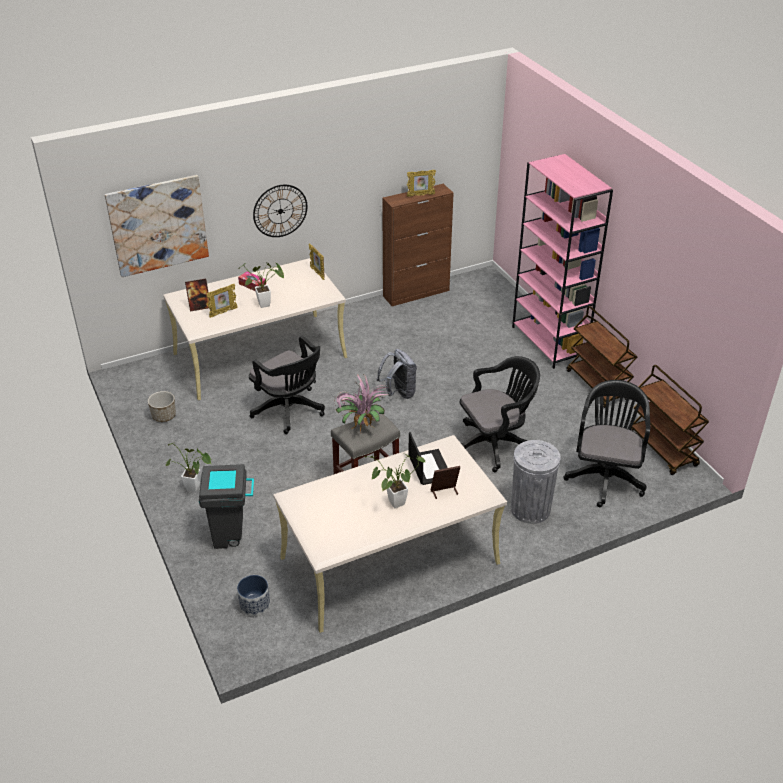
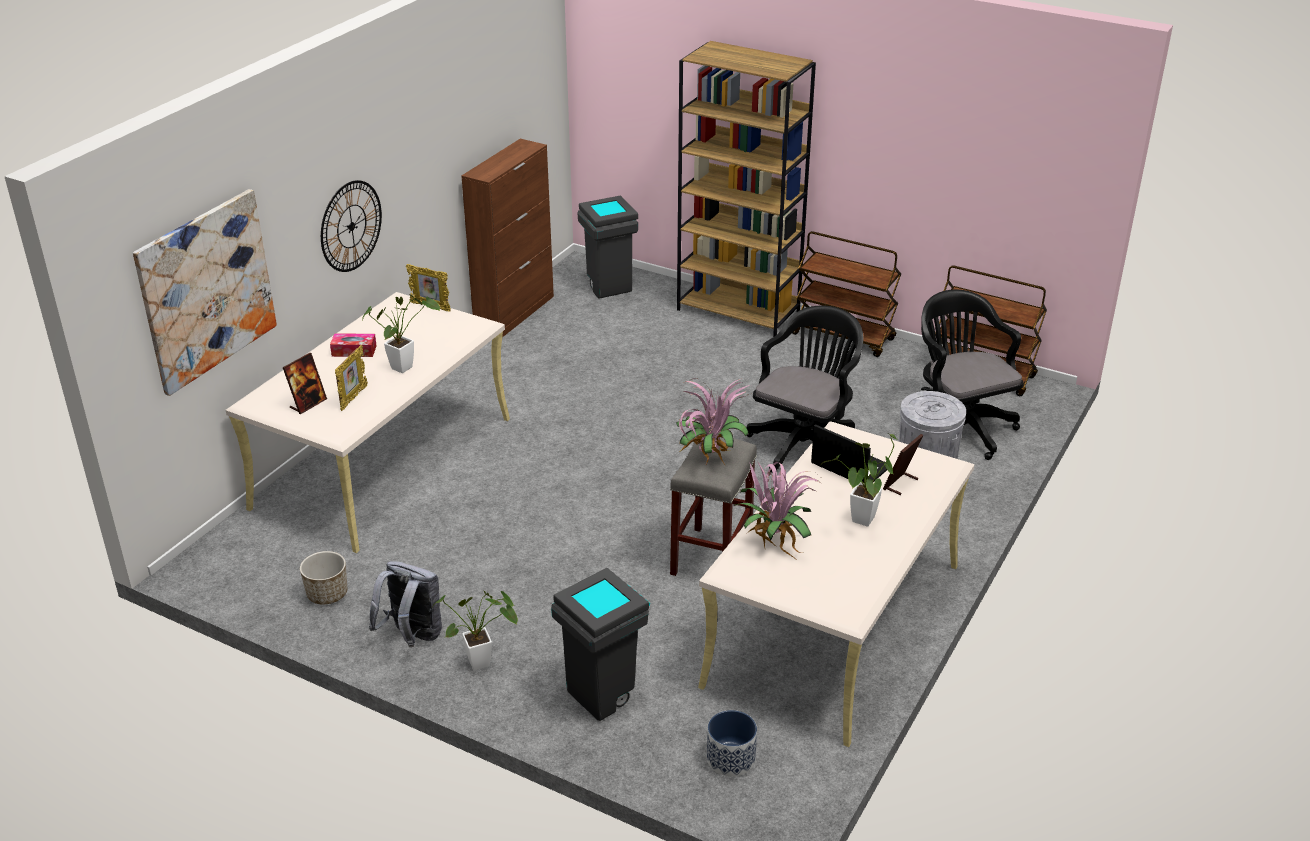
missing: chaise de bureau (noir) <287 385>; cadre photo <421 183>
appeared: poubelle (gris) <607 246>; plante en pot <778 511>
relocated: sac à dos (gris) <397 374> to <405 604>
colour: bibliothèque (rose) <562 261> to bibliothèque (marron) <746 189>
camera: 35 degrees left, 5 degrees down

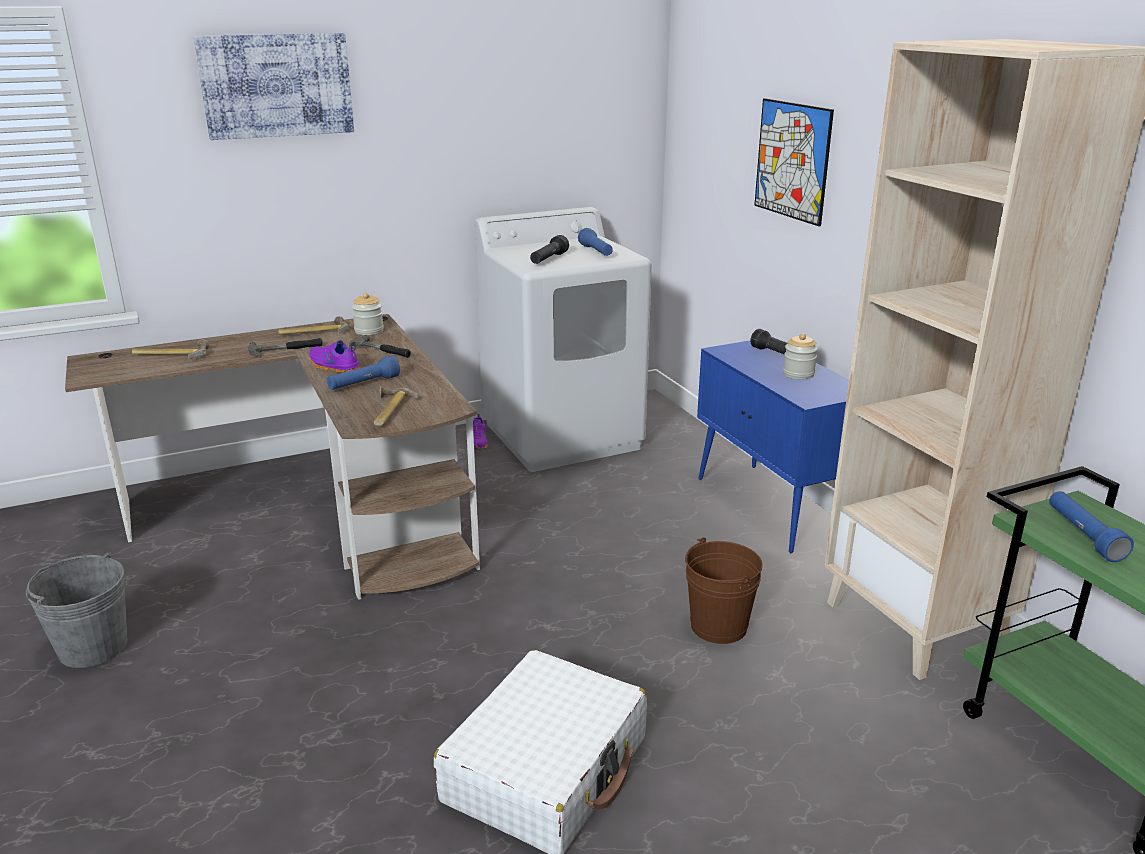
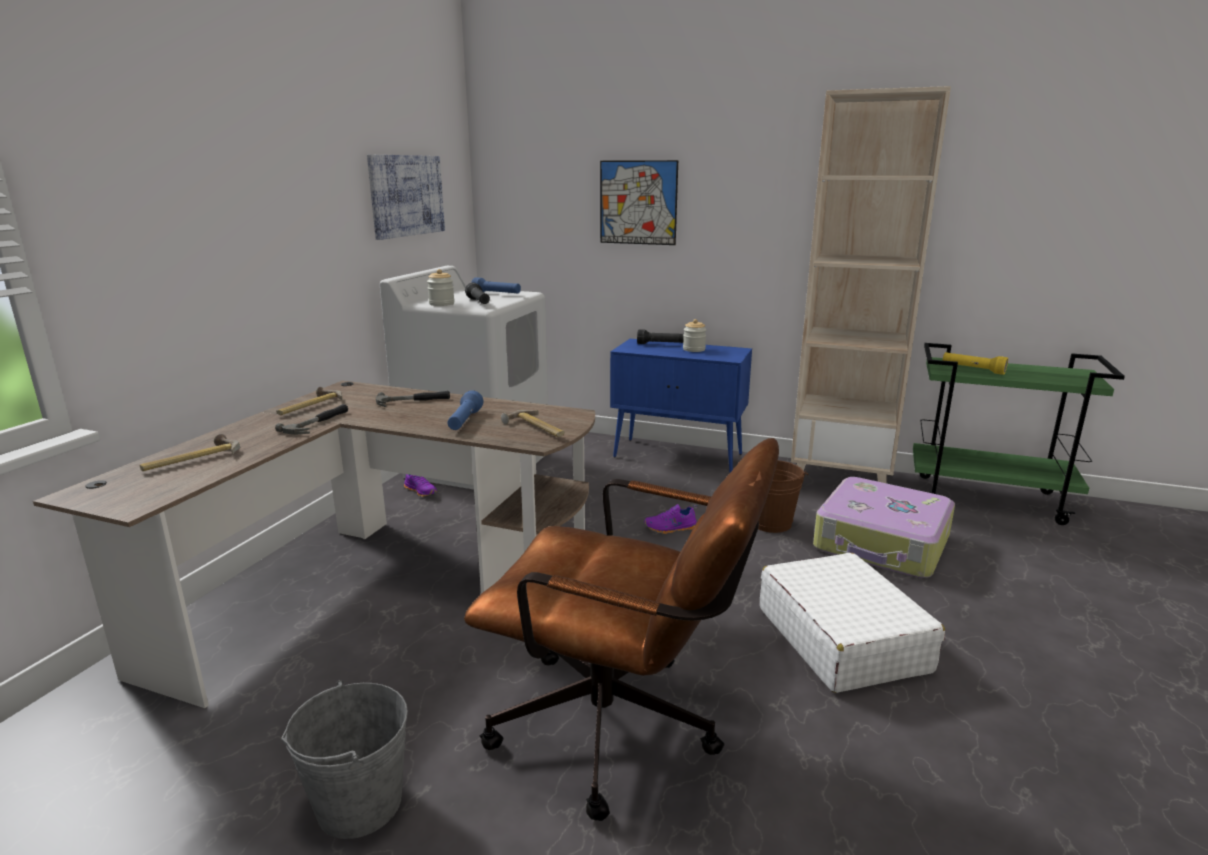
appeared: chaise de bureau (marron) <621 629>; valise <884 527>
relocated: tableau <273 86> to <406 197>; bocal <368 314> to <441 287>; chaussure (violet) <335 356> to <670 519>
colour: lampe de poche (bleu) <1091 526> to lampe de poche (jaune) <975 363>
camera: 45 degrees left, 5 degrees down

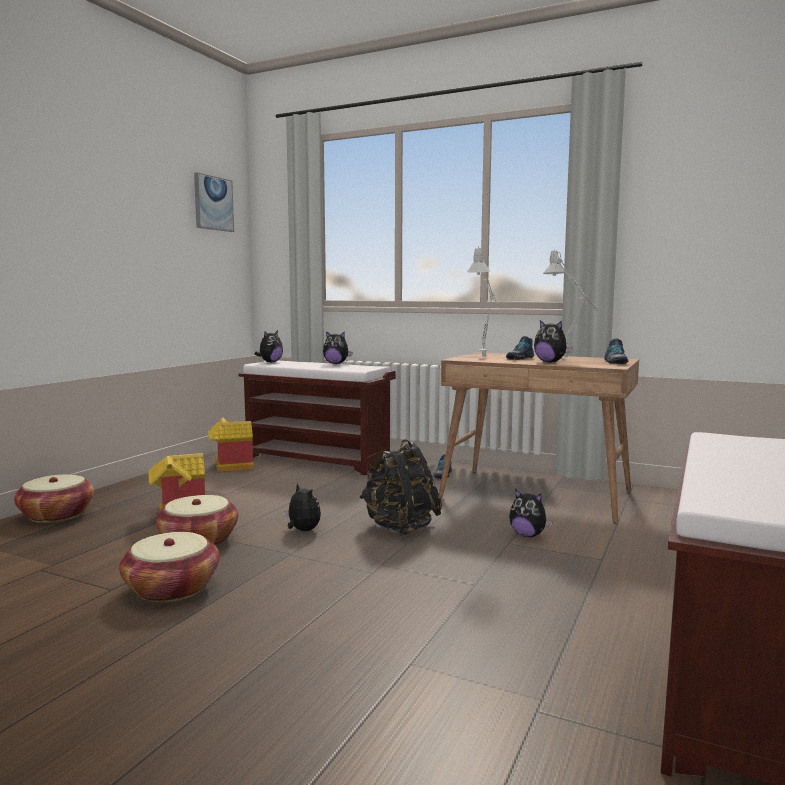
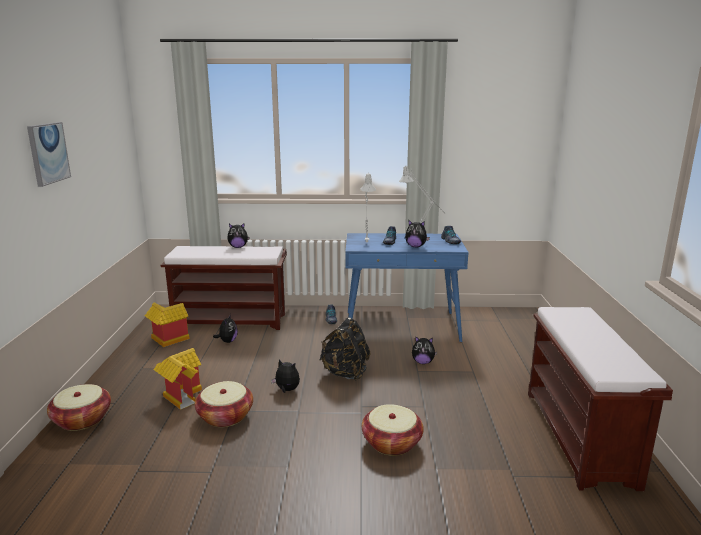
relocated: tableau <214 202> to <49 154>; peluche <269 346> to <225 328>; panier <169 567> to <393 430>
colour: bureau (marron) <539 438> to bureau (bleu) <407 287>
camera: 25 degrees left, 10 degrees up

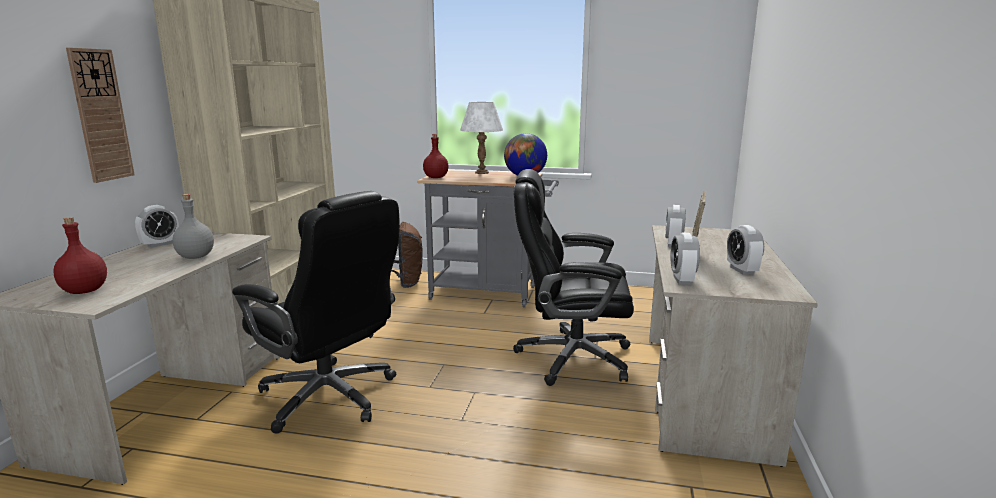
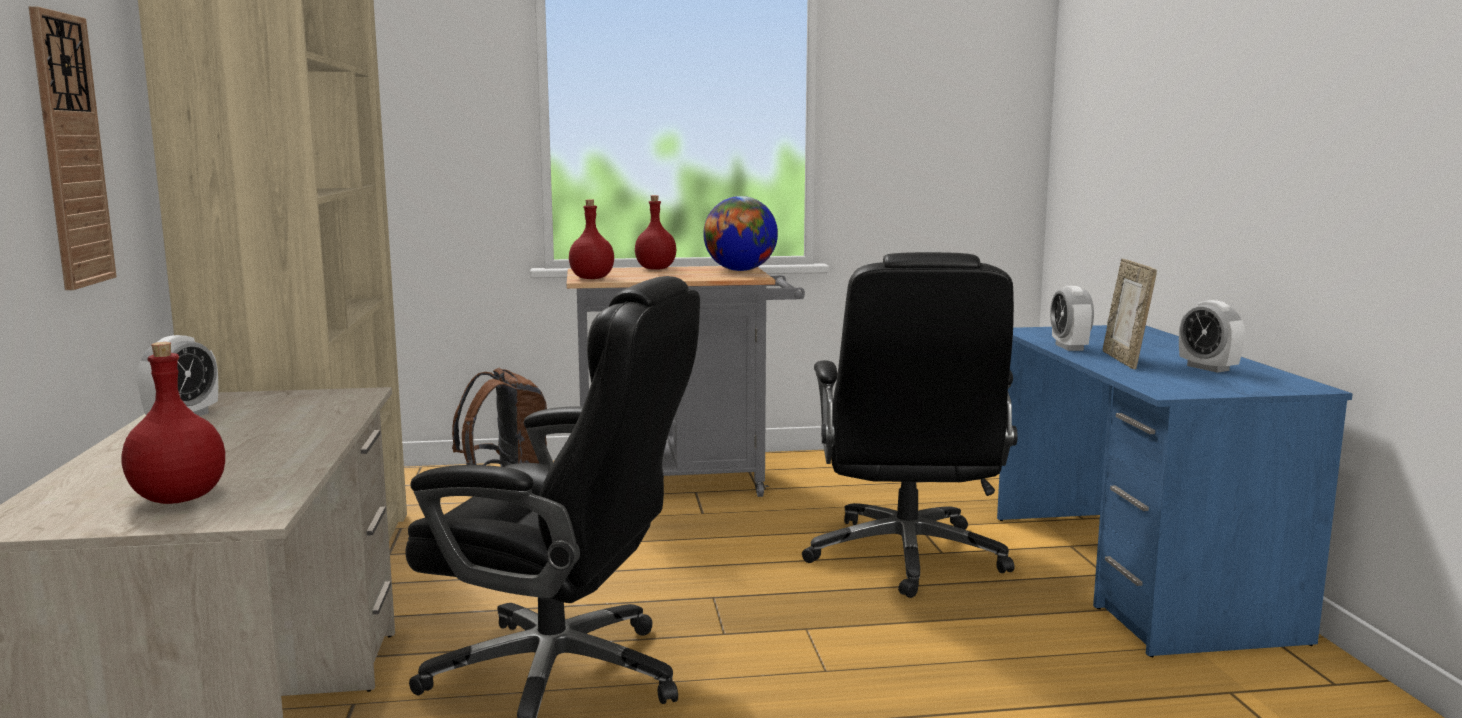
missing: bouteille (gris) <193 226>; réveil <685 259>
exchanged: lampe de table (blanc) <481 138> to bouteille (rouge) <655 232>
colour: bureau (beige) <733 346> to bureau (bleu) <1175 491>
spun: chaise de bureau (noir) <573 277> = <910 425> 75 degrees counterclockwise
camera: 20 degrees left, 5 degrees down

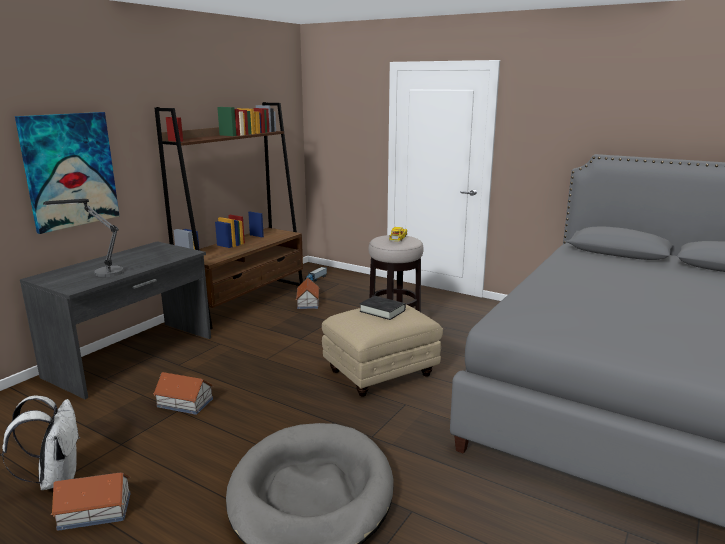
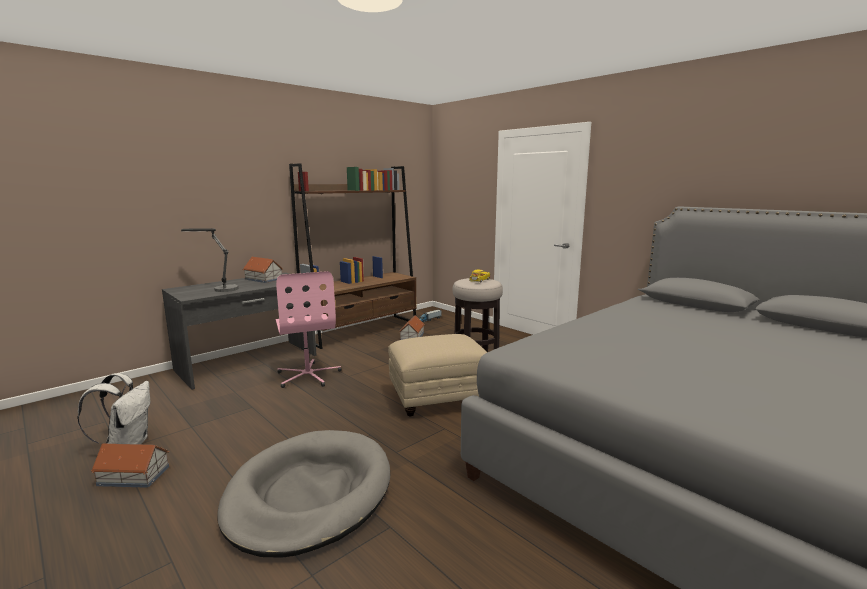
missing: tableau <67 173>; livre (noir) <382 308>
appeared: chaise de bureau (rose) <309 329>
relocated: maison miniature <183 393> to <263 270>
camera: 15 degrees right, 5 degrees down

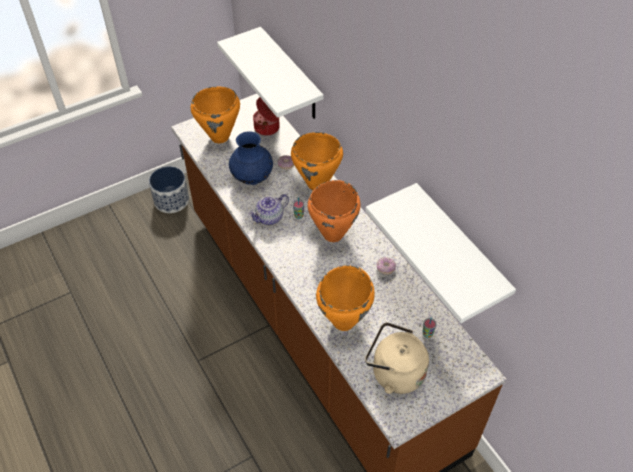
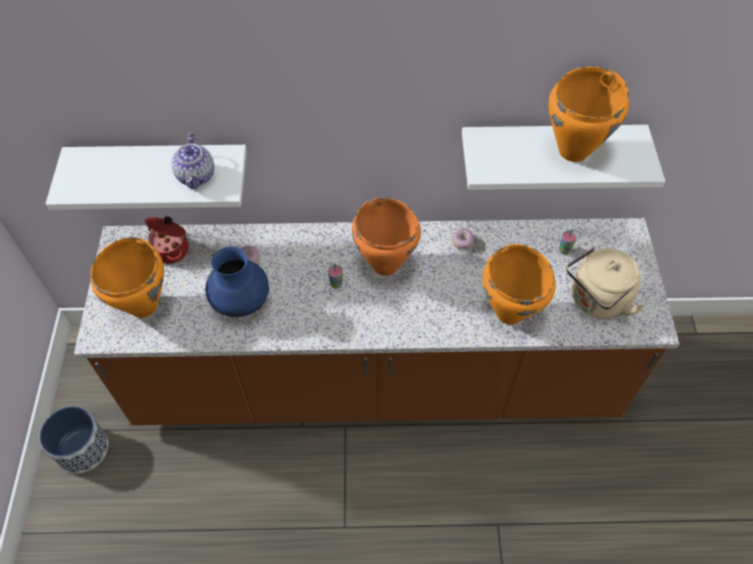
relocated: théière <268 209> to <192 161>; marmite (orange) <317 161> to <589 114>
camera: 60 degrees left, 5 degrees up

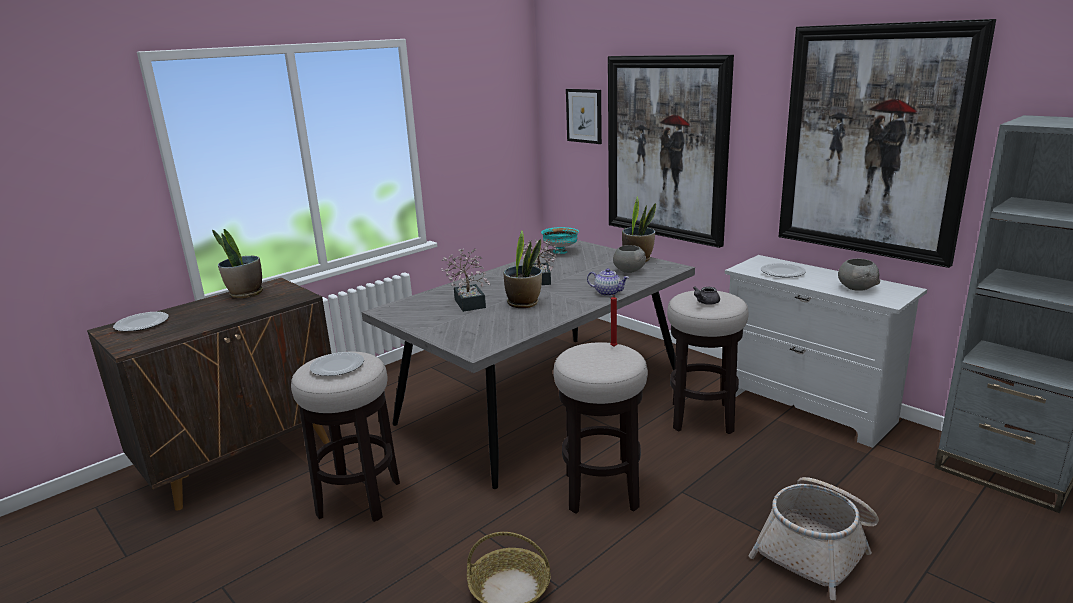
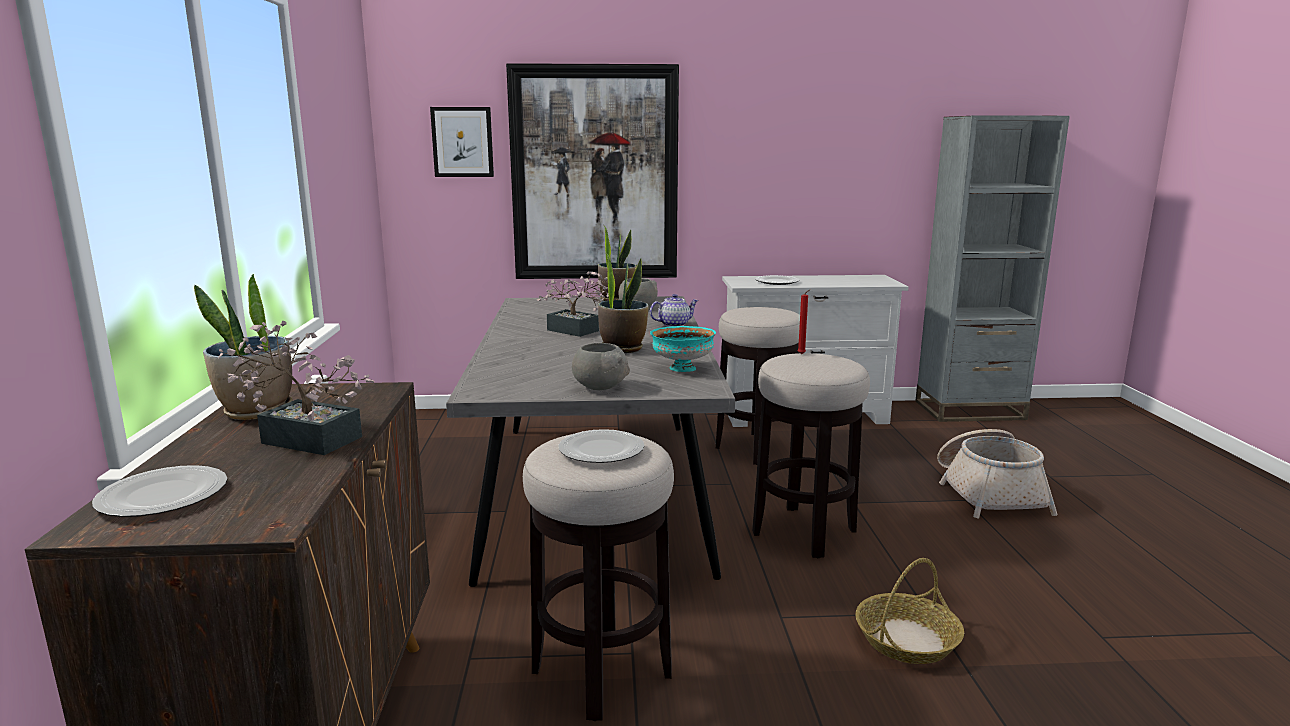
missing: théière (gris) <706 295>; tableau <887 143>
relocated: plante en pot <465 280> to <296 388>; bol (gris) <859 275> to <601 366>; bol (turquoise) <560 240> to <683 349>
camera: 50 degrees left, 5 degrees down

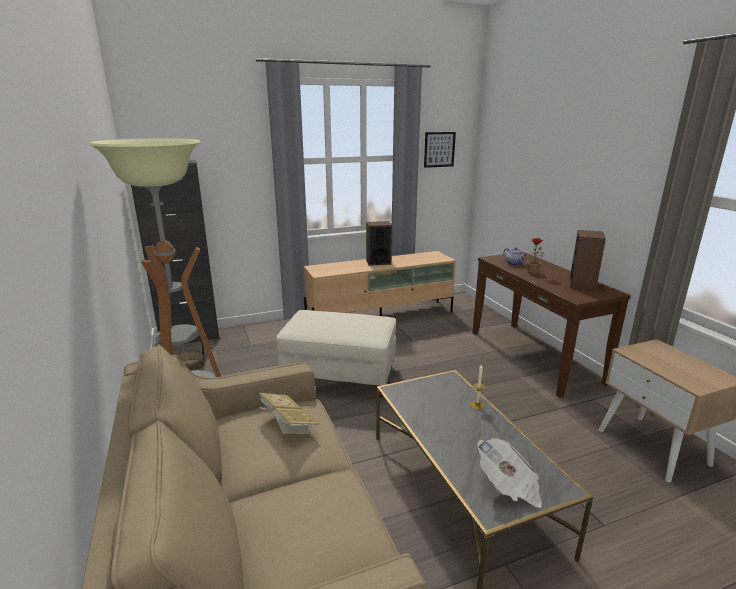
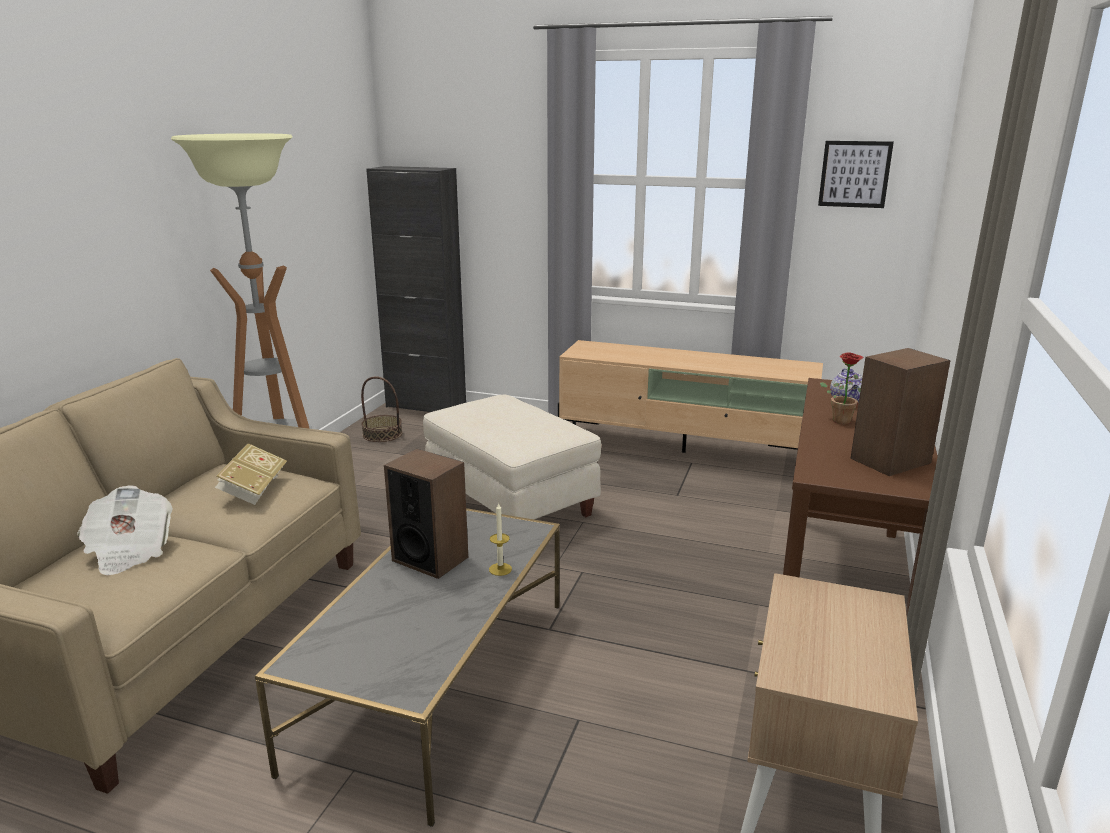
relocated: journal <509 473> to <125 531>; enceinte <379 243> to <426 514>
camera: 40 degrees right, 0 degrees up

